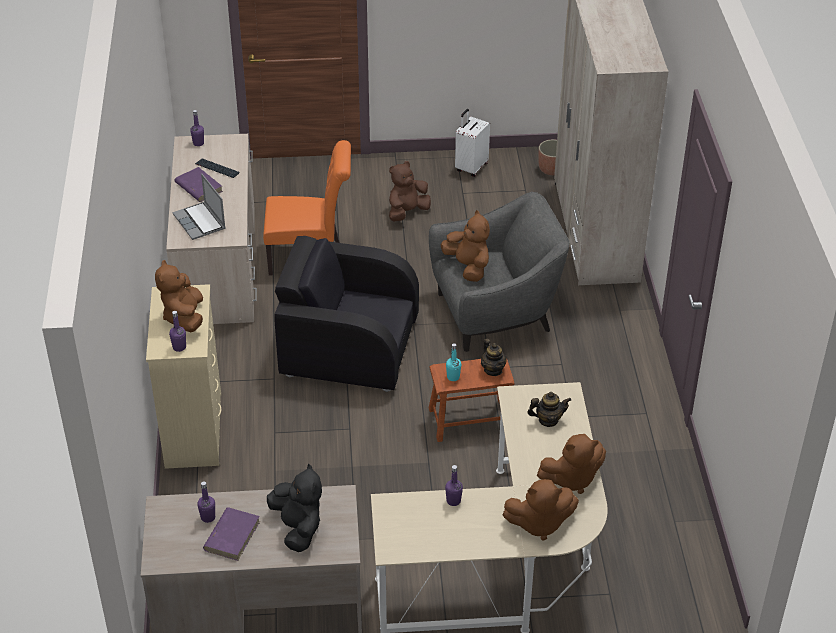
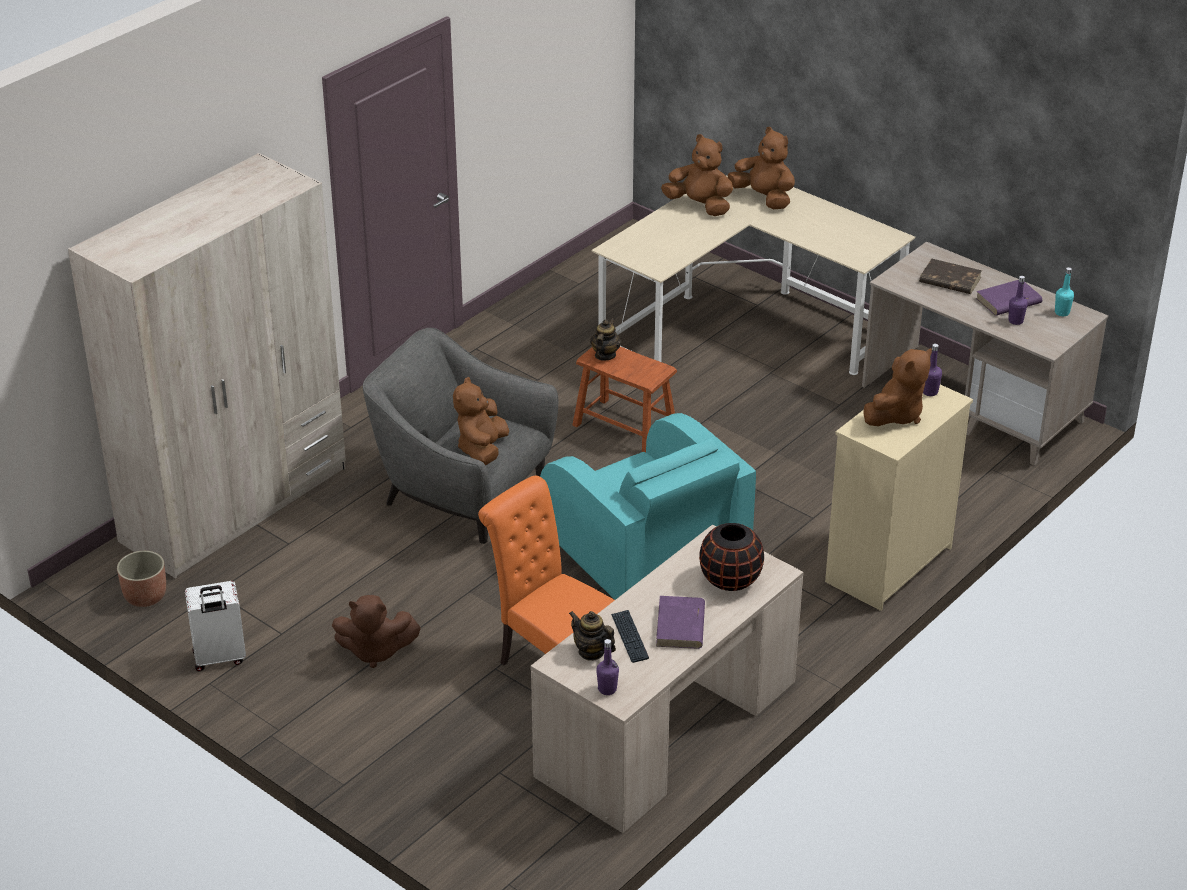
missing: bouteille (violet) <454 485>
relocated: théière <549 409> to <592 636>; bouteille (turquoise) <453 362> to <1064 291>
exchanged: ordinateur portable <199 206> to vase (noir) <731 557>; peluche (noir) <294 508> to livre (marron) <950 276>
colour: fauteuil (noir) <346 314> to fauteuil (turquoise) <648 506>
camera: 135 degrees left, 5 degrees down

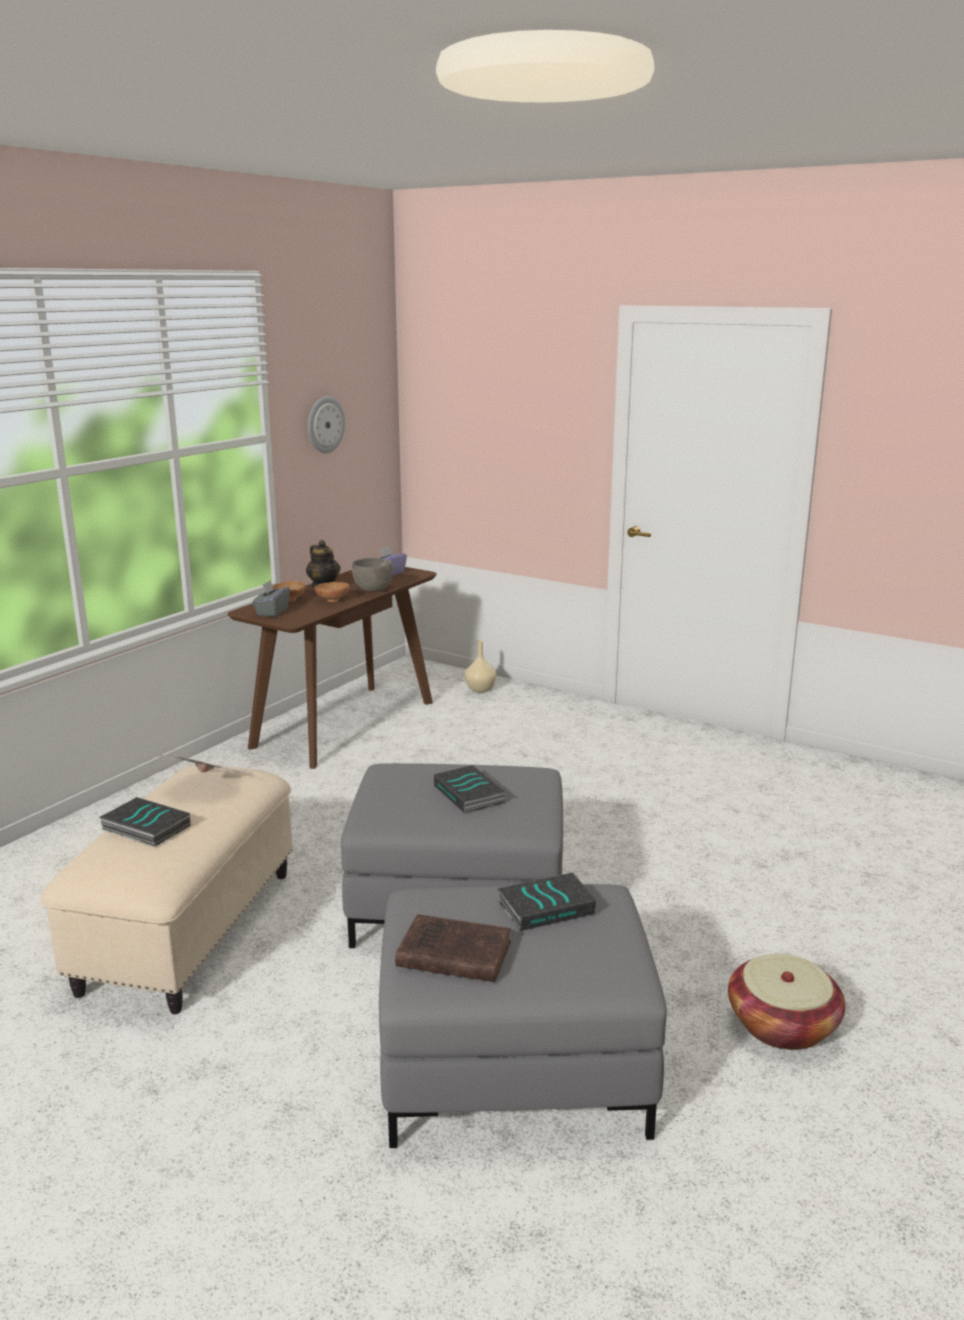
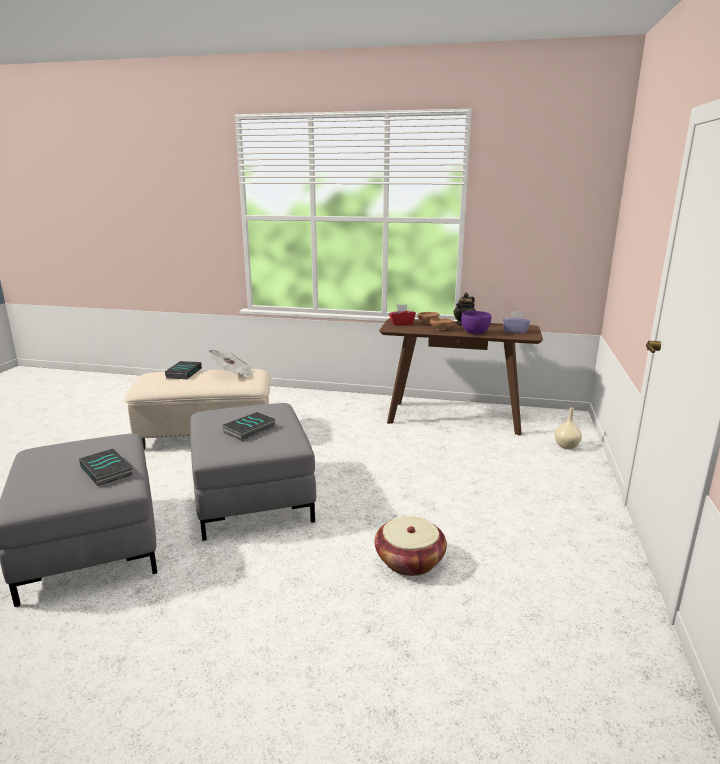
missing: horloge murale <326 424>; livre (marron) <453 948>
relocated: panier <786 1002> to <410 546>
colour: boîte à mouchoirs (gris) <271 598> to boîte à mouchoirs (rouge) <402 314>; bol (gris) <372 574> to bol (violet) <476 323>
camera: 70 degrees right, 0 degrees up

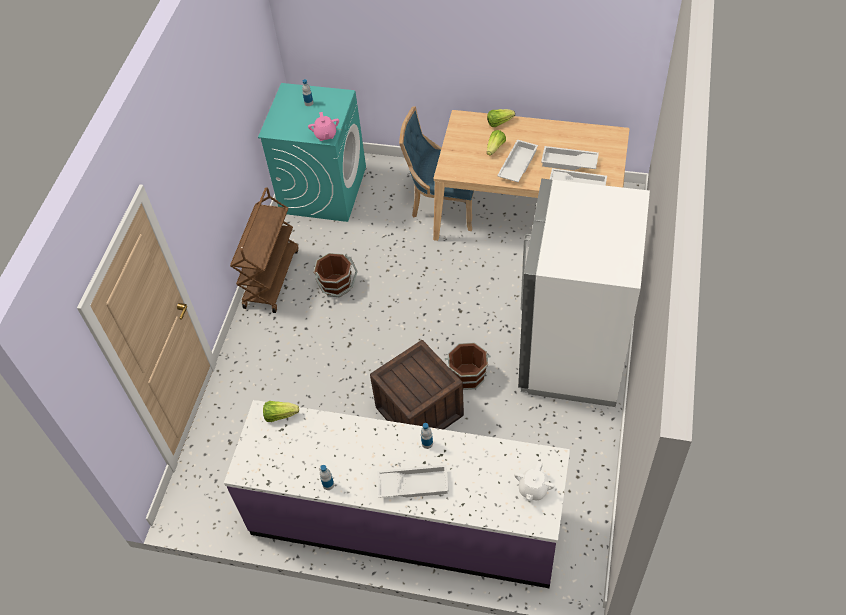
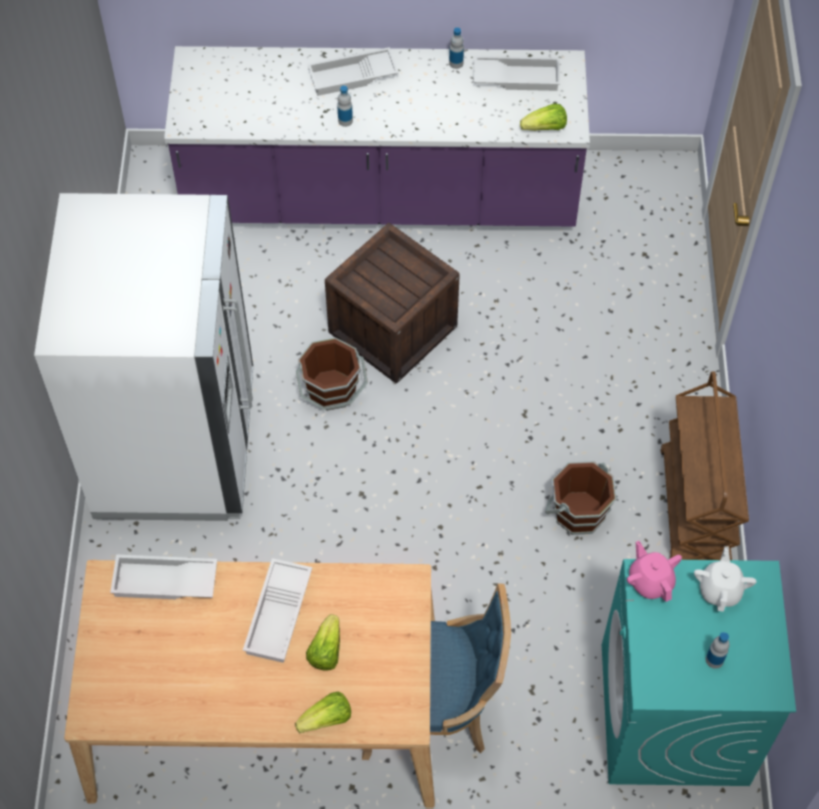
relocated: plateau (blanc) <570 158> to <517 73>; théière (blanc) <534 481> to <725 579>
camera: 165 degrees right, 5 degrees up

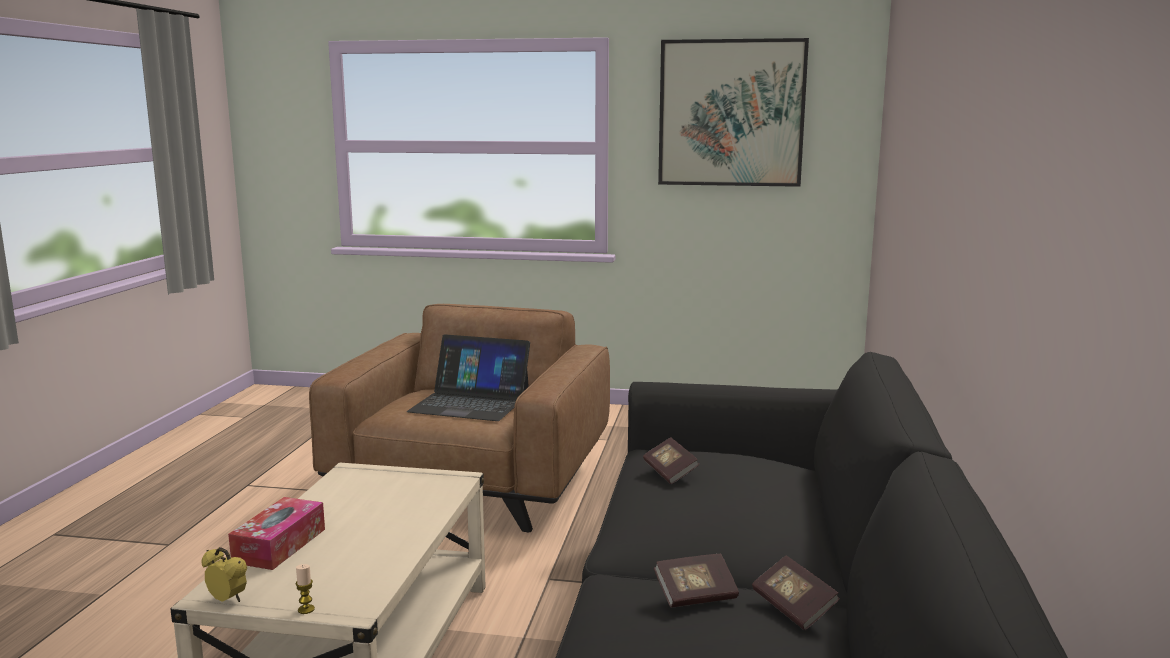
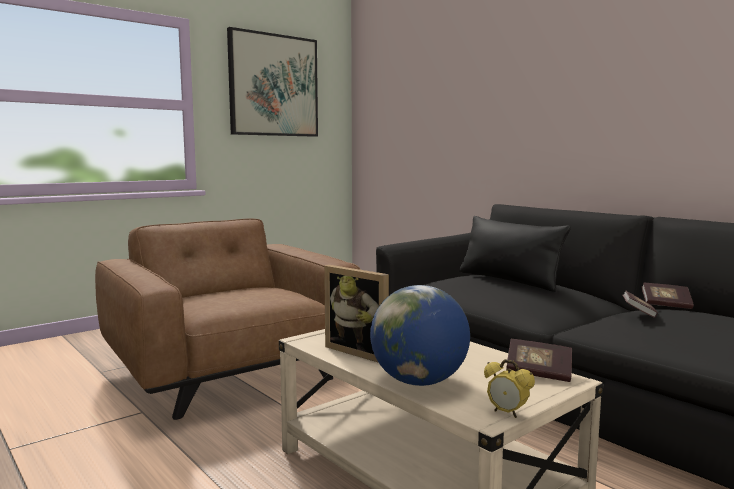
missing: bougie <305 589>; ordinateur portable <468 377>
appeared: cadre photo <356 314>; coussin (noir) <515 254>
relocated: livre <671 460> to <539 360>
exchanged: boîte à mouchoirs <276 533> to globe <420 335>
spun: réveil <224 574> = <509 388> 120 degrees counterclockwise
camera: 50 degrees left, 5 degrees down

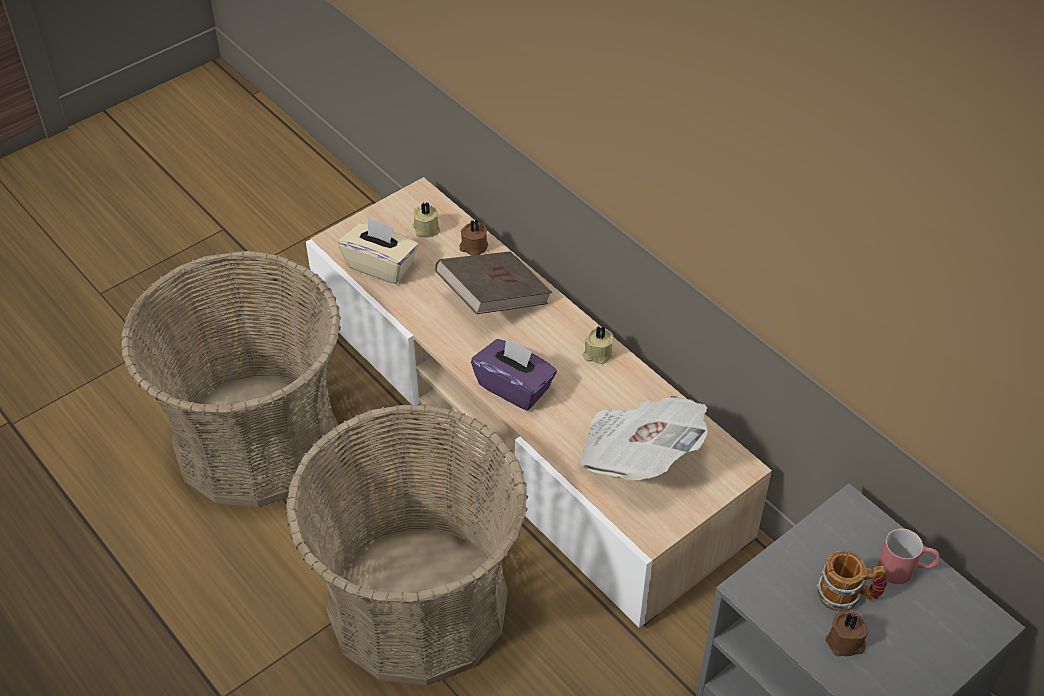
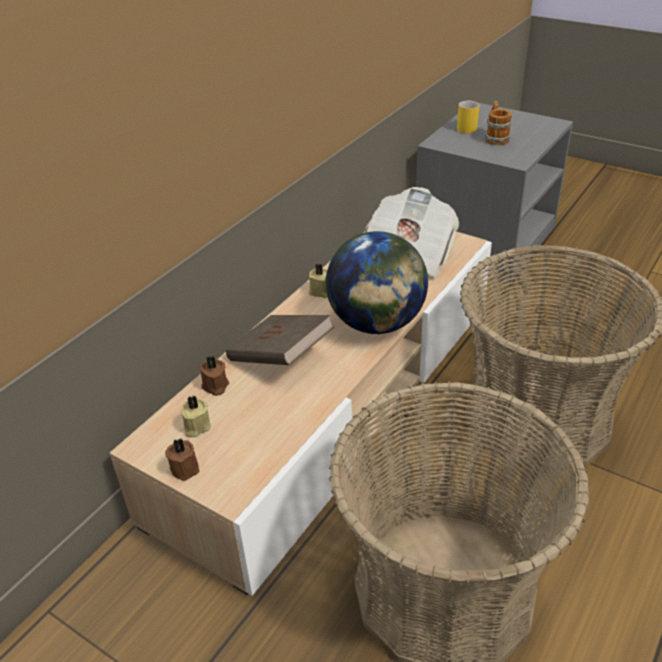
missing: boîte à mouchoirs (beige) <378 250>
relocated: bougie (marron) <847 634> to <182 459>
exchanged: boîte à mouchoirs (violet) <514 374> to globe <376 282>
colour: mug (rouge) <908 556> to mug (jaune) <468 117>
camera: 105 degrees left, 10 degrees down

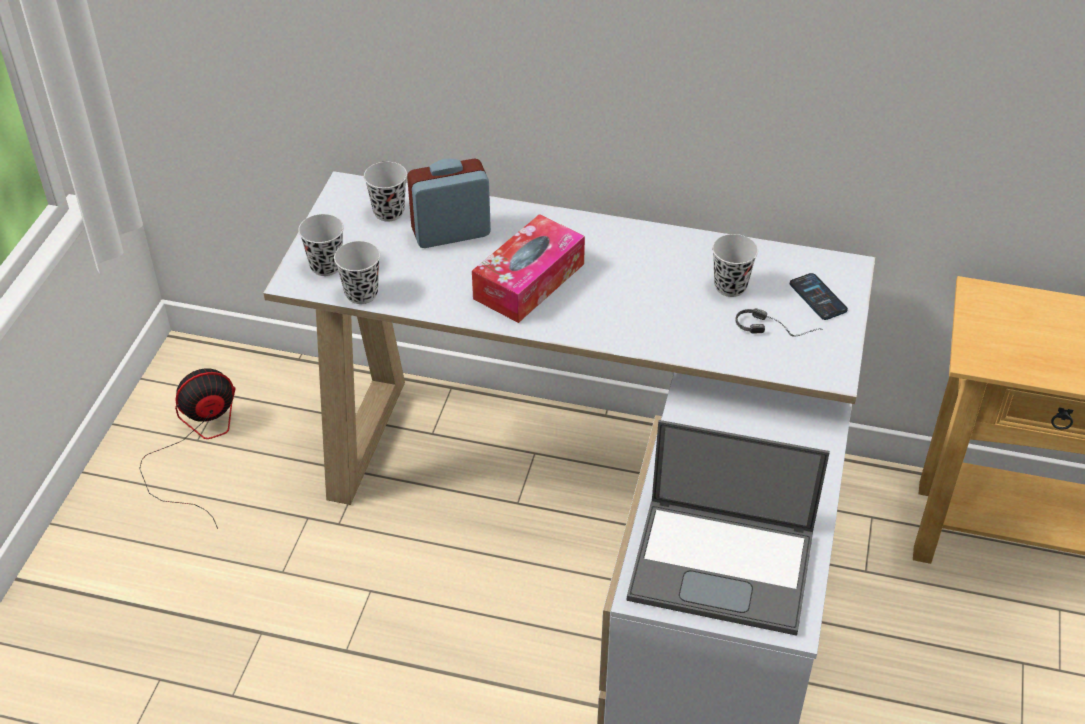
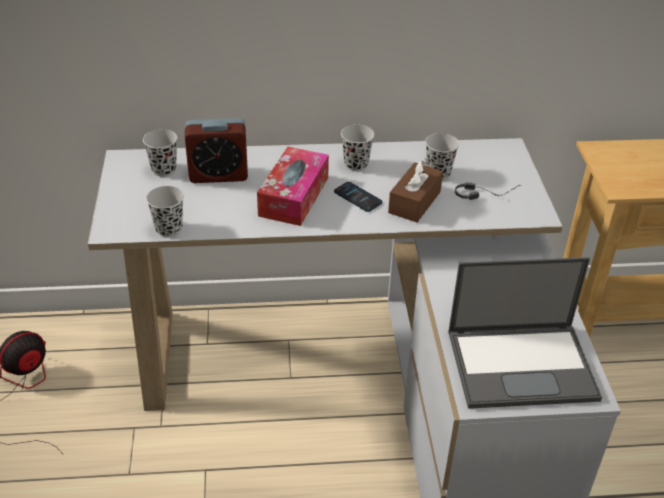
appeared: boîte à mouchoirs (marron) <415 190>
relocated: téléphone <819 296> to <358 197>; tasse (noir) <321 245> to <357 148>
spun: réveil <449 203> = <216 150> 150 degrees counterclockwise
camera: 20 degrees left, 5 degrees down

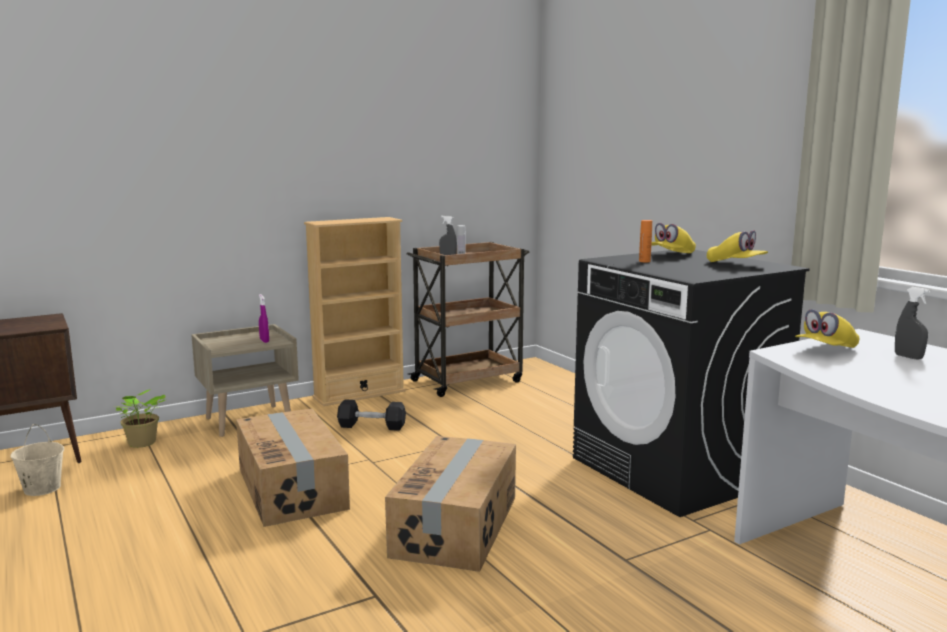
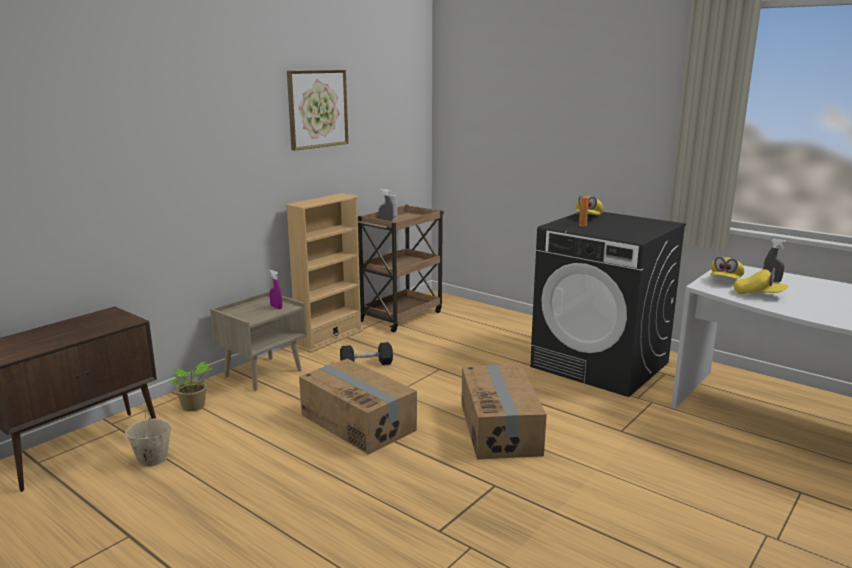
appeared: tableau <317 110>
relocated: casquette (jaune) <737 246> to <761 281>
camera: 20 degrees left, 5 degrees up

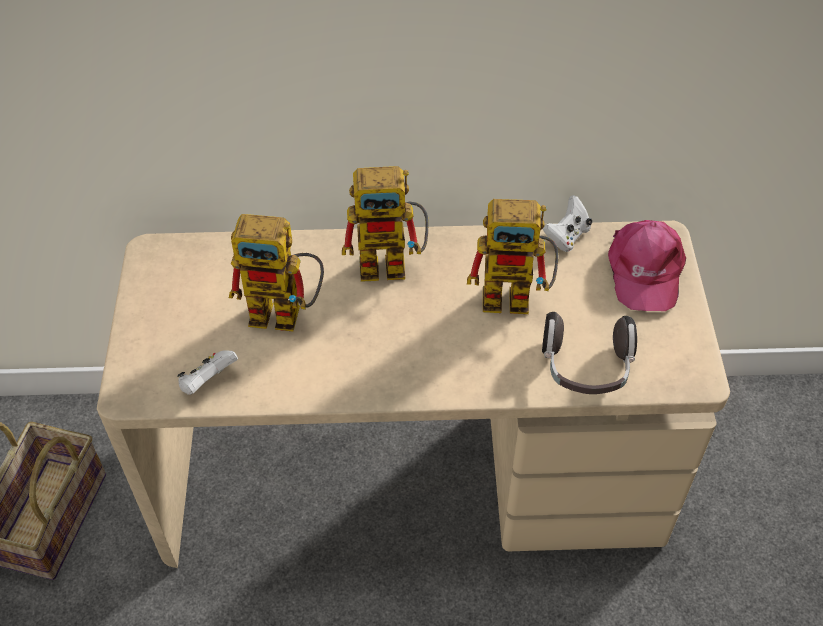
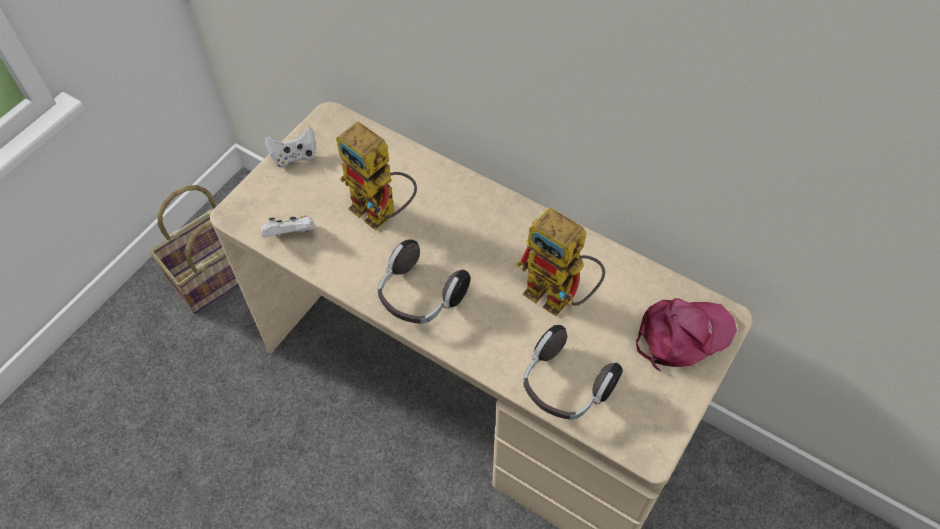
missing: robot jouet <385 224>
appeared: casque audio <424 281>
relocated: manette (blanc) <567 223> to <290 147>
spun: casquette (rose) <647 265> = <686 334> 150 degrees counterclockwise
camera: 35 degrees right, 5 degrees up

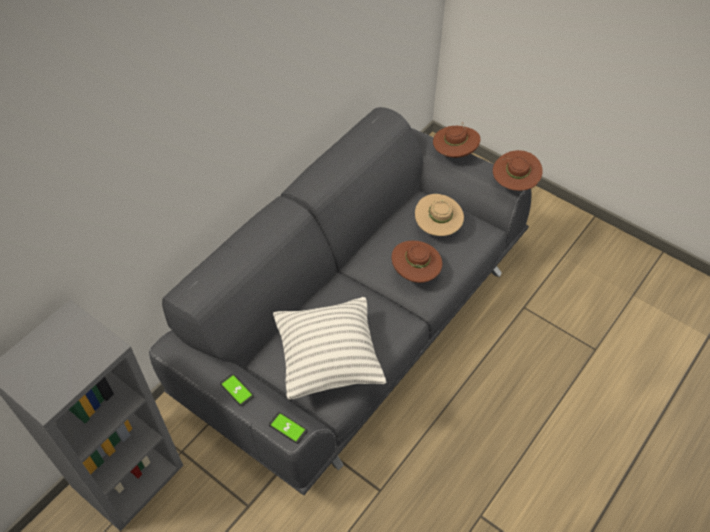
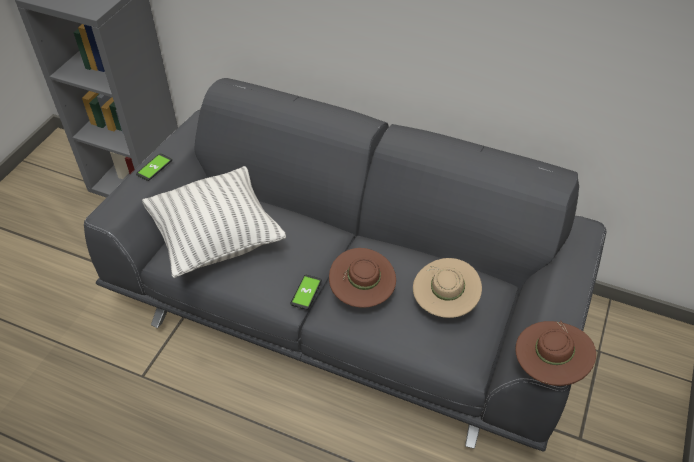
missing: chapeau (marron) <456 140>
relocated: téléphone <288 428> to <306 292>
camera: 75 degrees right, 5 degrees down

